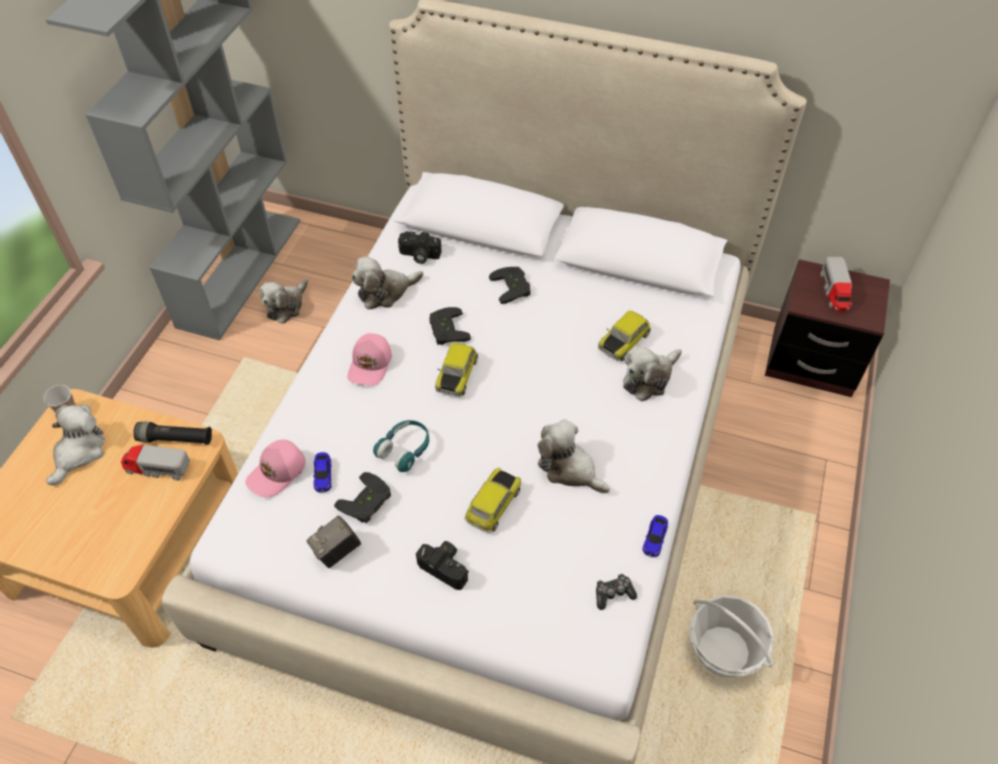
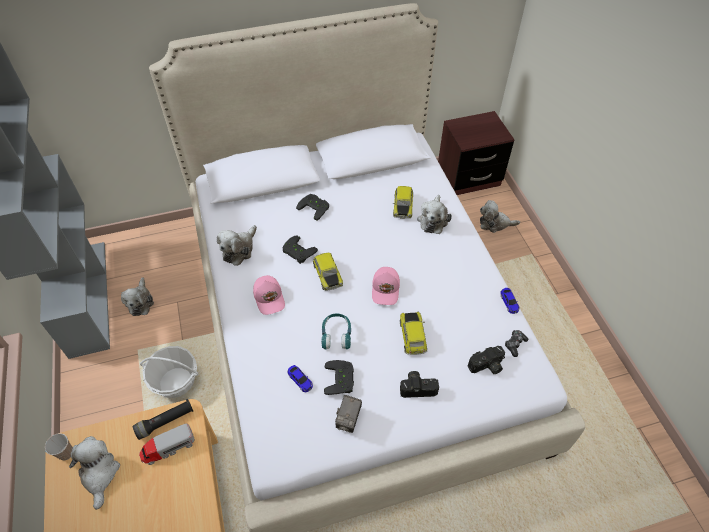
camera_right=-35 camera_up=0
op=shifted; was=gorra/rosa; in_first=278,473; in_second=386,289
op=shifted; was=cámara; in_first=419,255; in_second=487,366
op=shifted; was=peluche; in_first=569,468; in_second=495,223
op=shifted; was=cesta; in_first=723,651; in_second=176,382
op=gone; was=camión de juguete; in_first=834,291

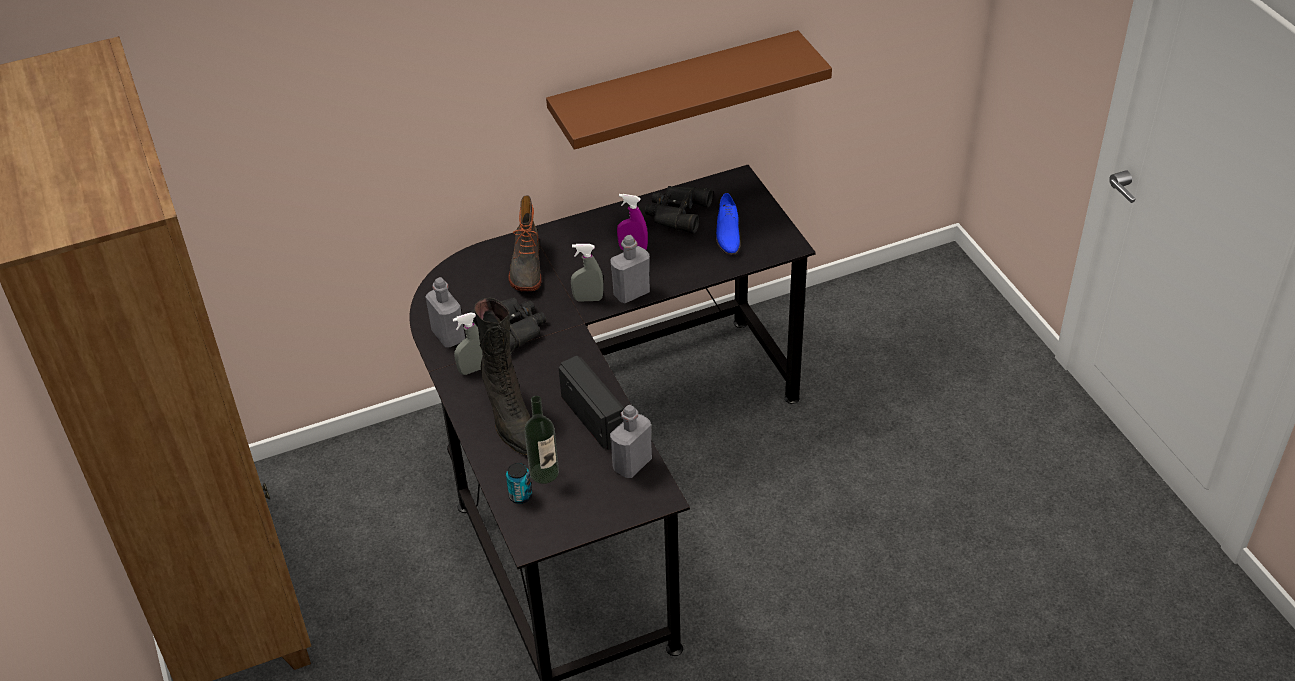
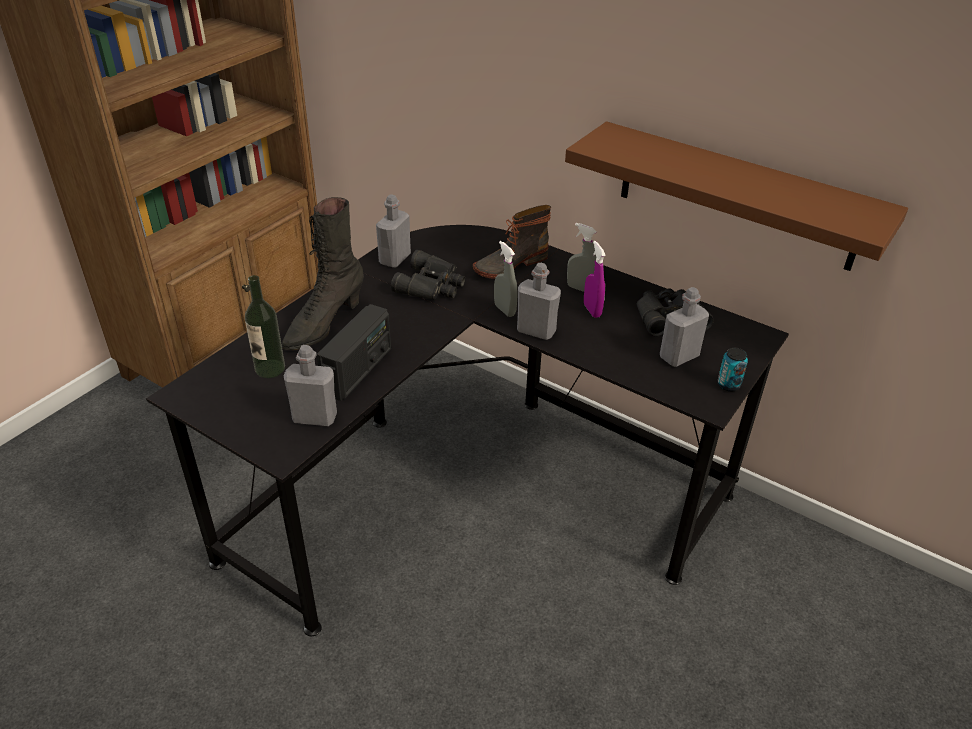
camera_right=55 camera_up=-5
op=shifted; was=pulverizador/gris; in_first=473,369; in_second=580,288
op=shifted; was=lata; in_first=520,496; in_second=728,385
op=swapped; was=zapato/azul; now=botella/gris; in_first=727,232; in_second=679,356

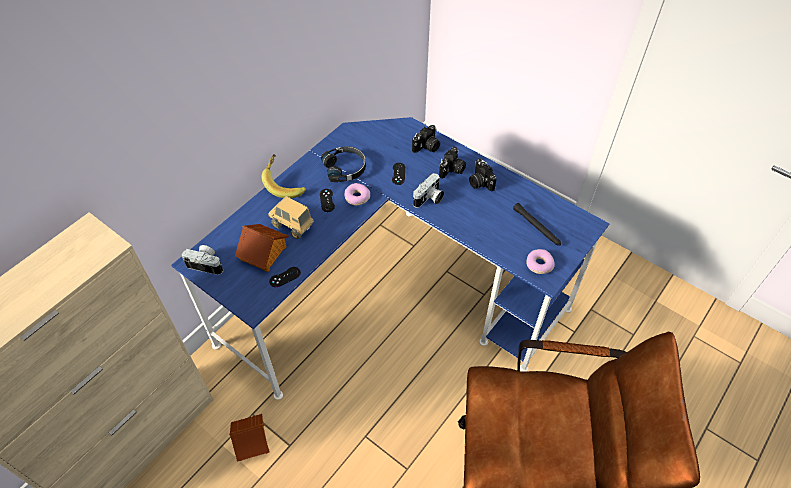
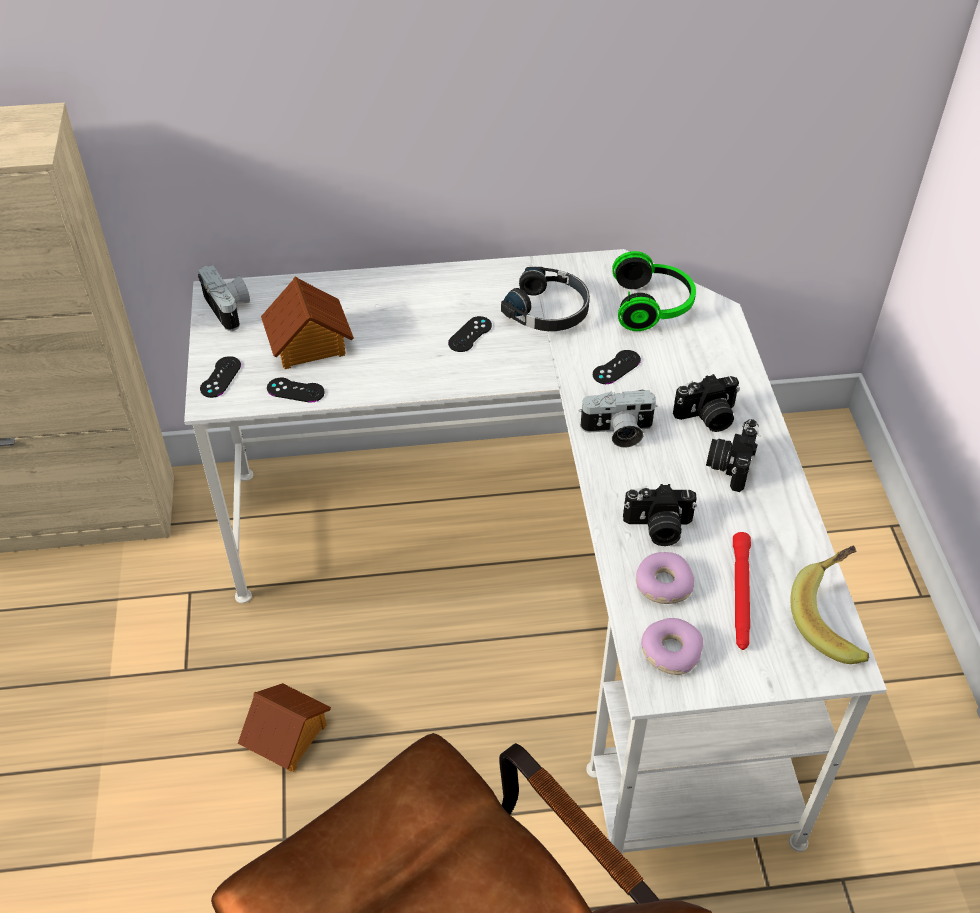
camera_right=45 camera_up=-5
op=repainted; was=escritorio/azul; now=escritorio/blanco; in_first=390,292; in_second=538,586
op=shifted; was=casita; in_first=252,441; in_second=287,736
op=shifted; was=plátano; in_first=285,184; in_second=835,618
op=gone; was=camión de juguete; in_first=292,226
op=shifted; was=rosquilla; in_first=357,197; in_second=663,584
op=shifted; was=cámara; in_first=427,147; in_second=658,528
op=repainted; was=linterna/negro; now=linterna/rojo; in_first=537,227; in_second=740,596
op=new; now=mando de consola/negro; in_second=220,377
op=new; now=auriculares; in_second=653,306

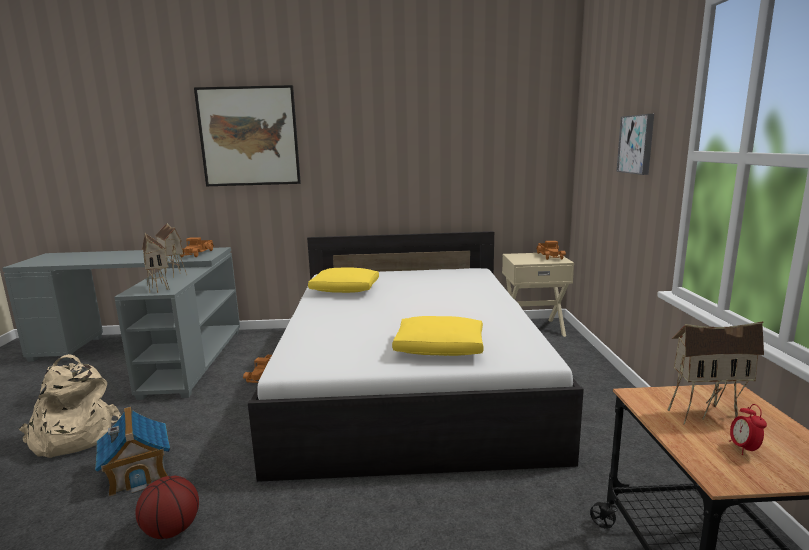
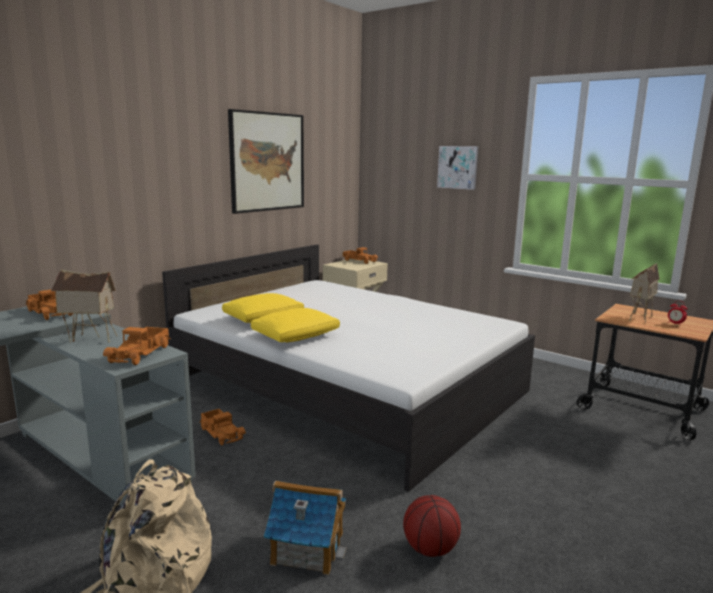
camera_right=-50 camera_up=0
op=swapped; was=casita; now=camión de juguete; in_first=159,288; in_second=141,353
op=shifted; was=cuadro; in_first=249,136; in_second=267,162
op=shifted; was=cojín/amarillo; in_first=440,348; in_second=296,335

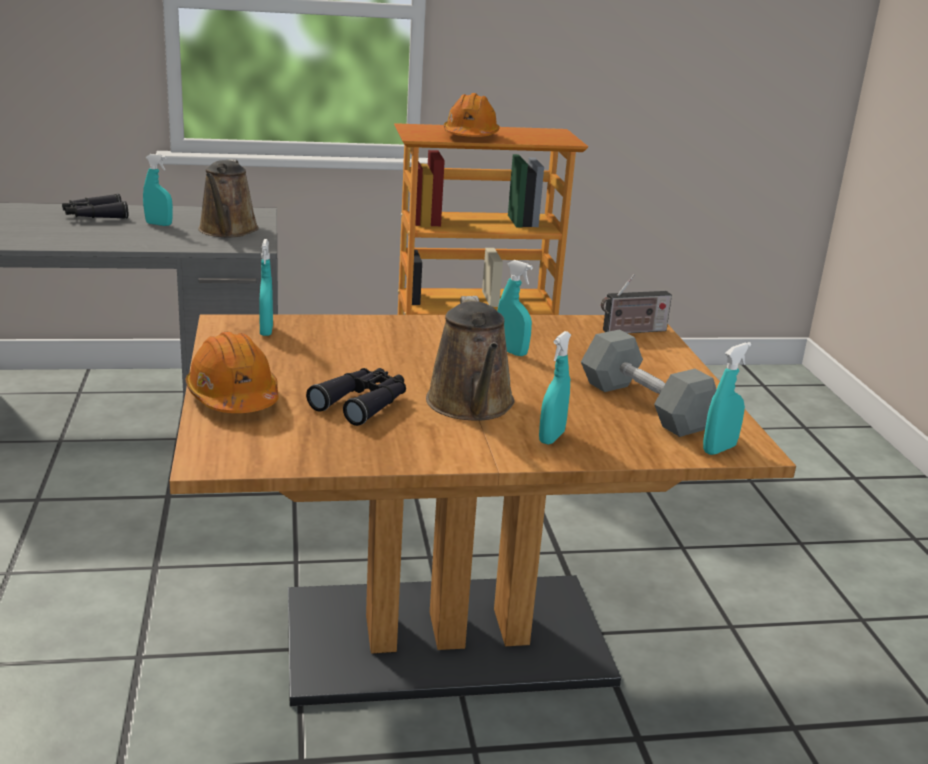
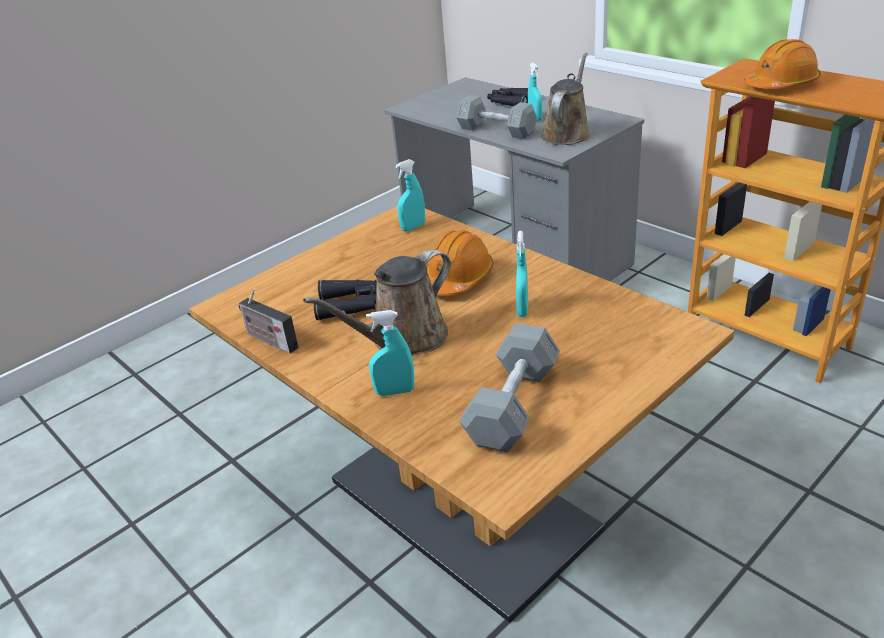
camera_right=60 camera_up=10
op=shifted; was=casco/naranja; in_first=233,397; in_second=457,279
op=rotated; was=regadera/marrón; in_first=227,231; in_second=567,134; clockwise=150
op=shifted; was=radio; in_first=631,331; in_second=269,340
op=gone; was=pulverizador/turquesa; in_first=719,449
op=new; now=mancuerna/gris; in_second=496,131

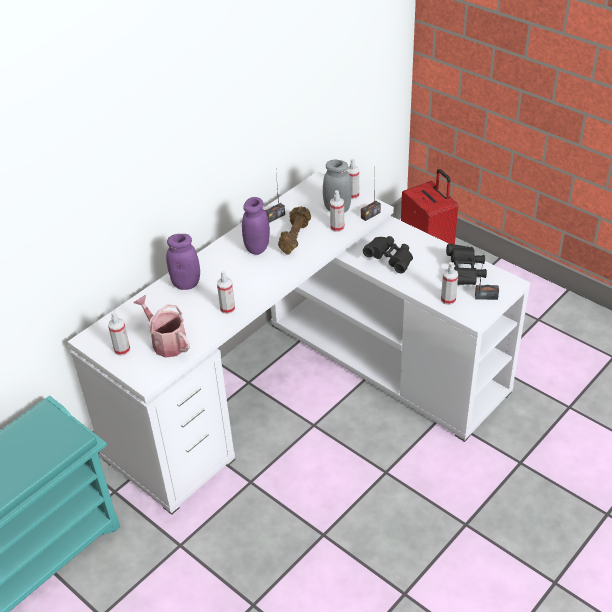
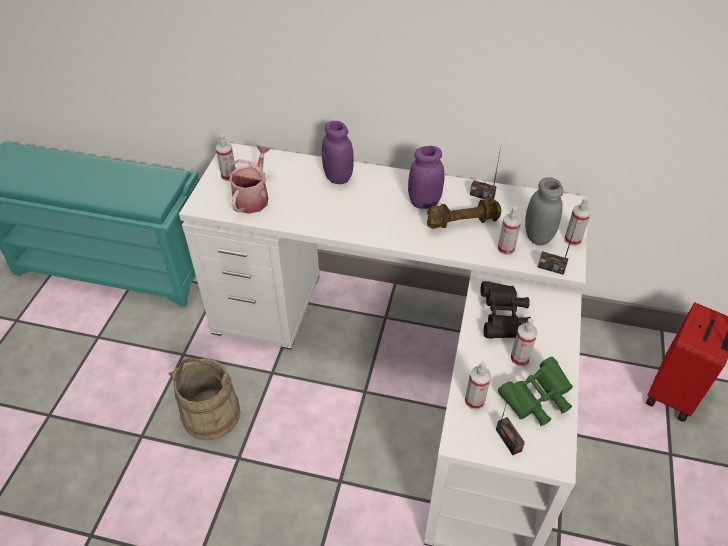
camera_right=60 camera_up=5
op=shifted; was=pulverizador; in_first=227,308; in_second=519,358
op=repainted; was=prismáticos/negro; now=prismáticos/verde; in_first=464,273; in_second=536,400
op=new; now=cubo/beis; in_second=211,414

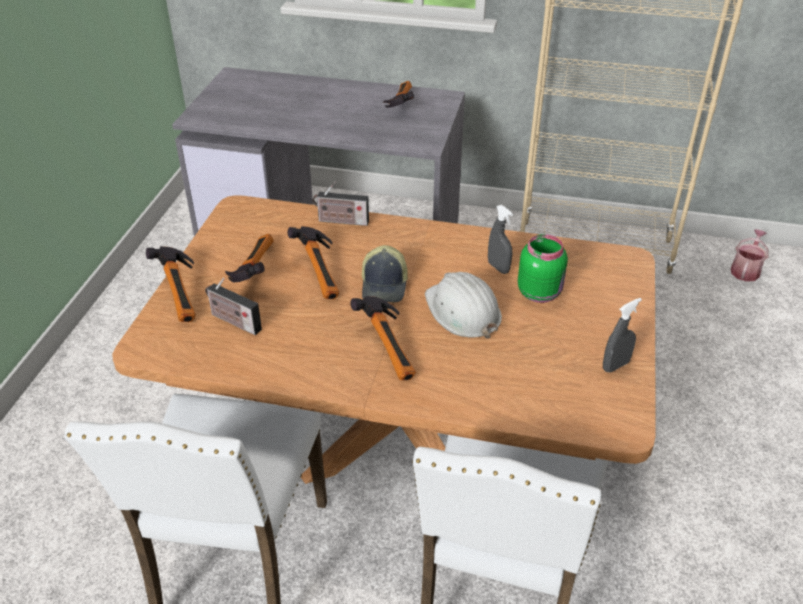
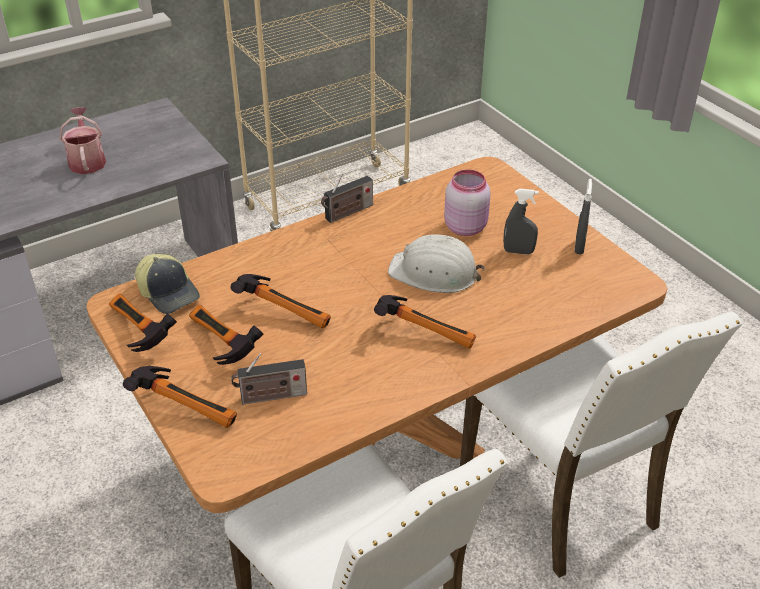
camera_right=-45 camera_up=0
op=shifted; was=radio; in_first=341,221; in_second=347,213
op=shifted; was=gorra; in_first=385,285; in_second=169,293
op=shifted; was=martillo; in_first=398,104; in_second=135,334
op=shifted; was=pulverizador/gris; in_first=498,267; in_second=518,251
op=repainted; was=tarro/verde; now=tarro/rosa; in_first=540,292; in_second=465,226
op=shifted; was=regadera; in_first=746,270; in_second=87,161

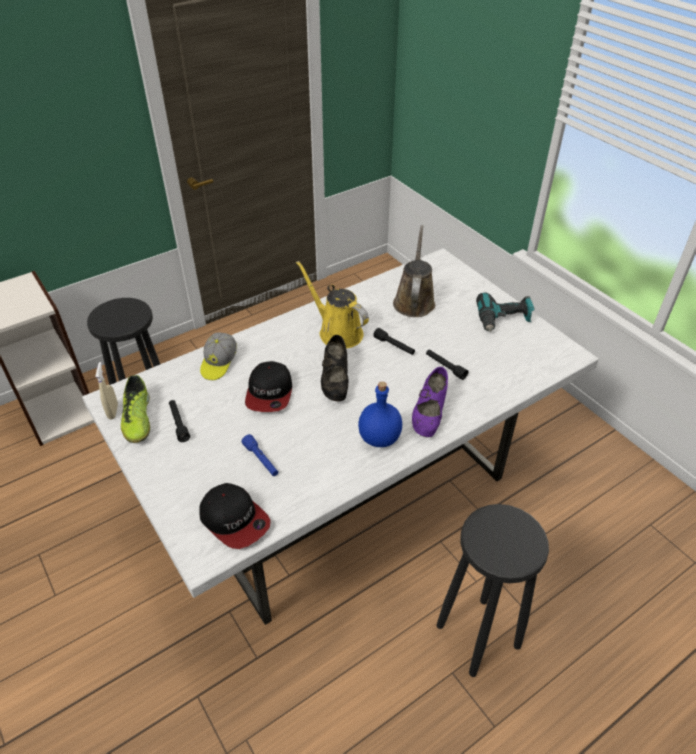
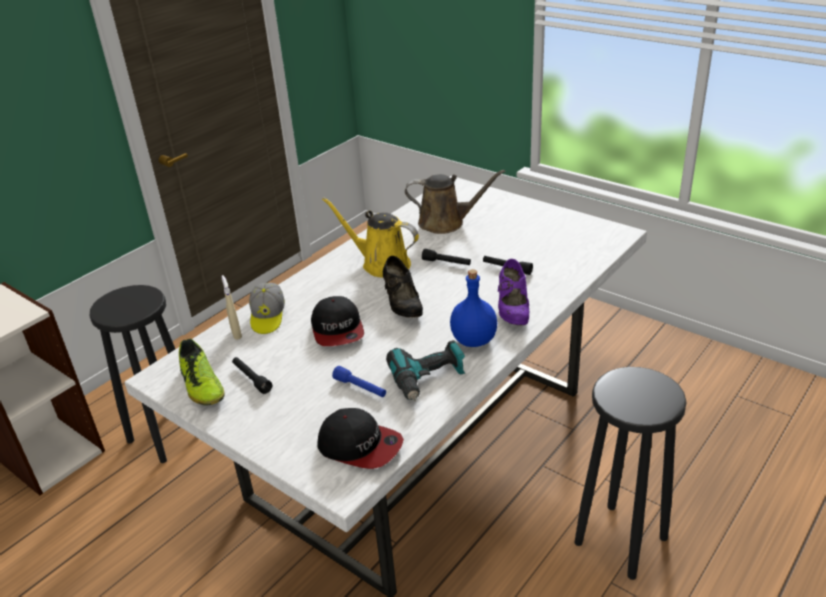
camera_right=-15 camera_up=-10
op=shifted; was=pulverizador/beis; in_first=113,412; in_second=236,333
op=rotated; was=regadera/marrón; in_first=414,301; in_second=446,223; clockwise=105
op=shifted; was=taladro; in_first=503,320; in_second=429,379

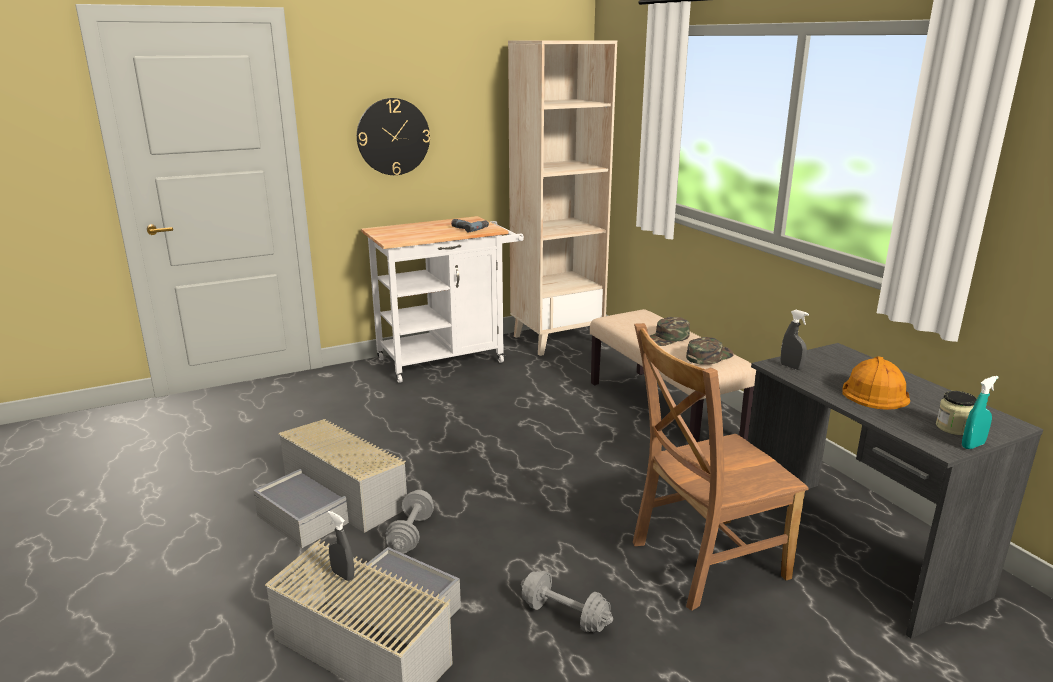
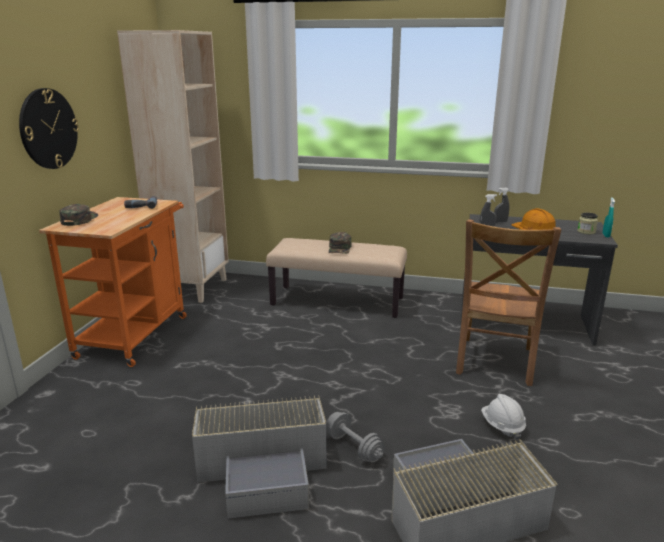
camera_right=-50 camera_up=0
op=shifted; was=pulverizador/gris; in_first=343,575; in_second=500,222
op=repainted; was=carrito/blanco; now=carrito/naranja; in_first=448,358; in_second=136,333
op=swapped; was=mancuerna/gris; now=casco/blanco; in_first=565,616; in_second=502,426
op=shifted; was=gorra/verde; in_first=708,356; in_second=79,219

